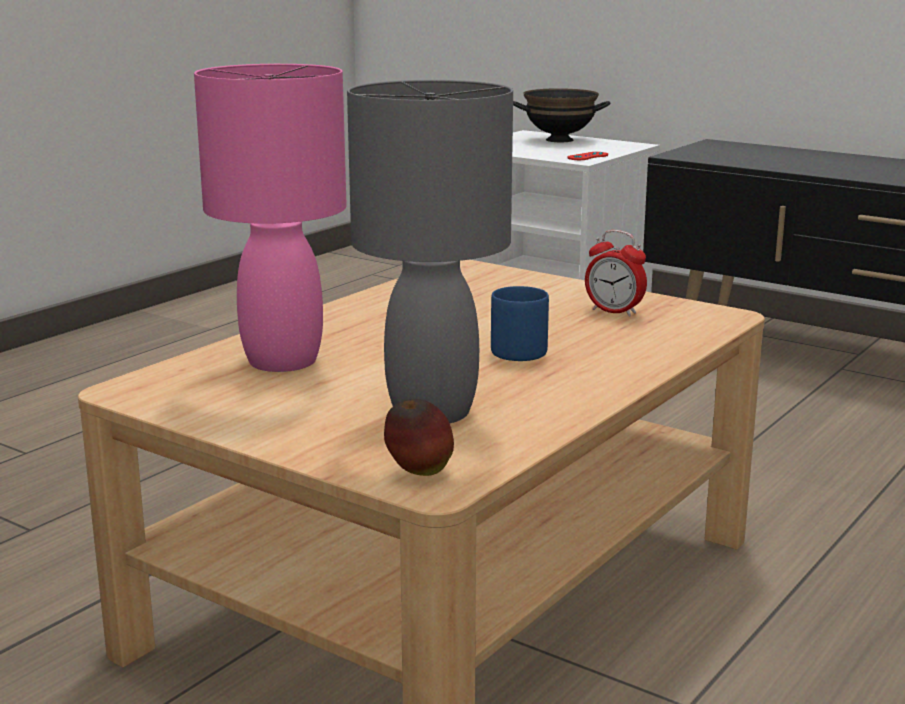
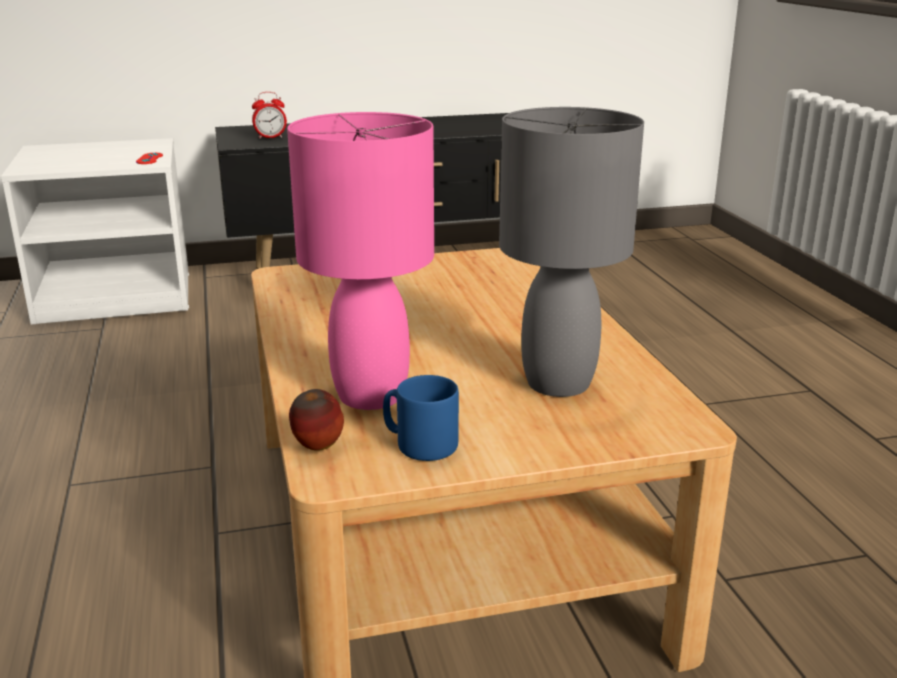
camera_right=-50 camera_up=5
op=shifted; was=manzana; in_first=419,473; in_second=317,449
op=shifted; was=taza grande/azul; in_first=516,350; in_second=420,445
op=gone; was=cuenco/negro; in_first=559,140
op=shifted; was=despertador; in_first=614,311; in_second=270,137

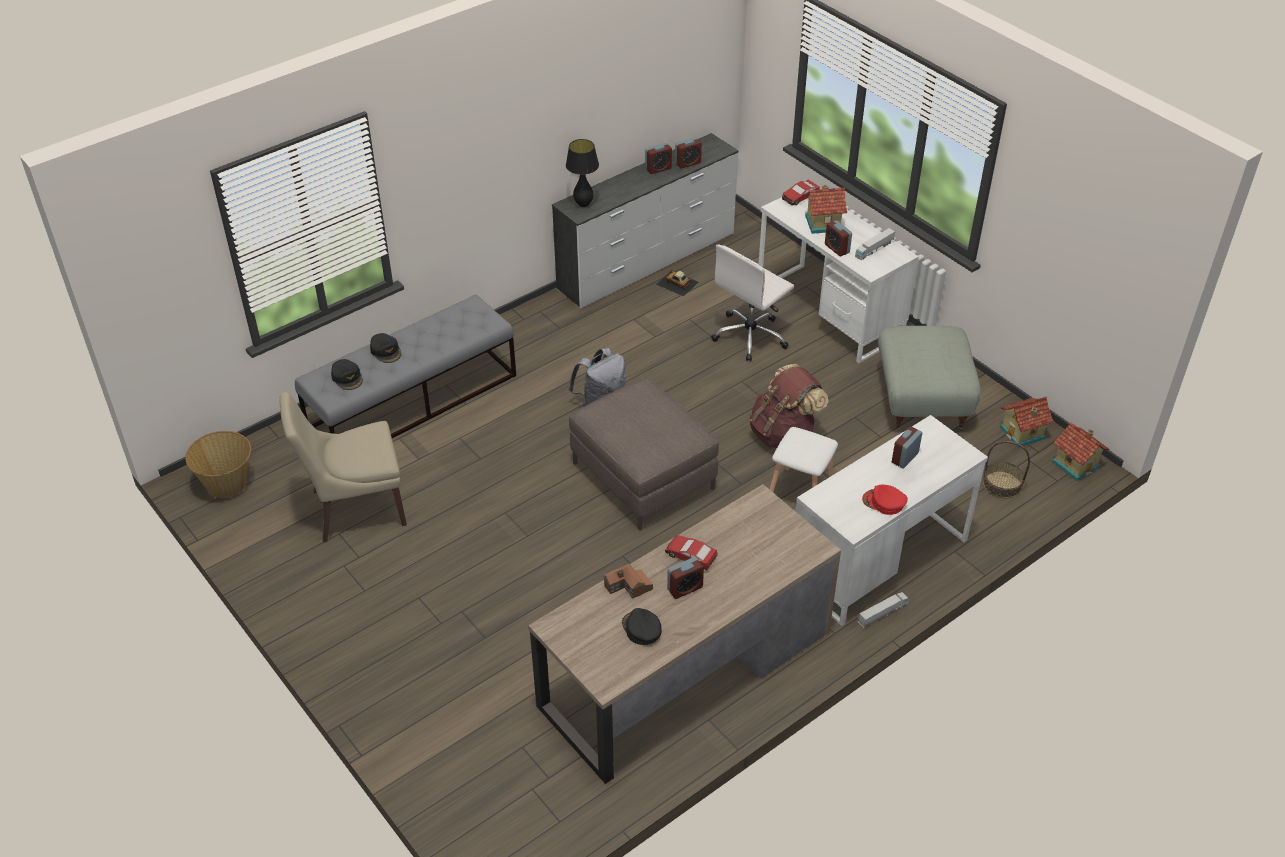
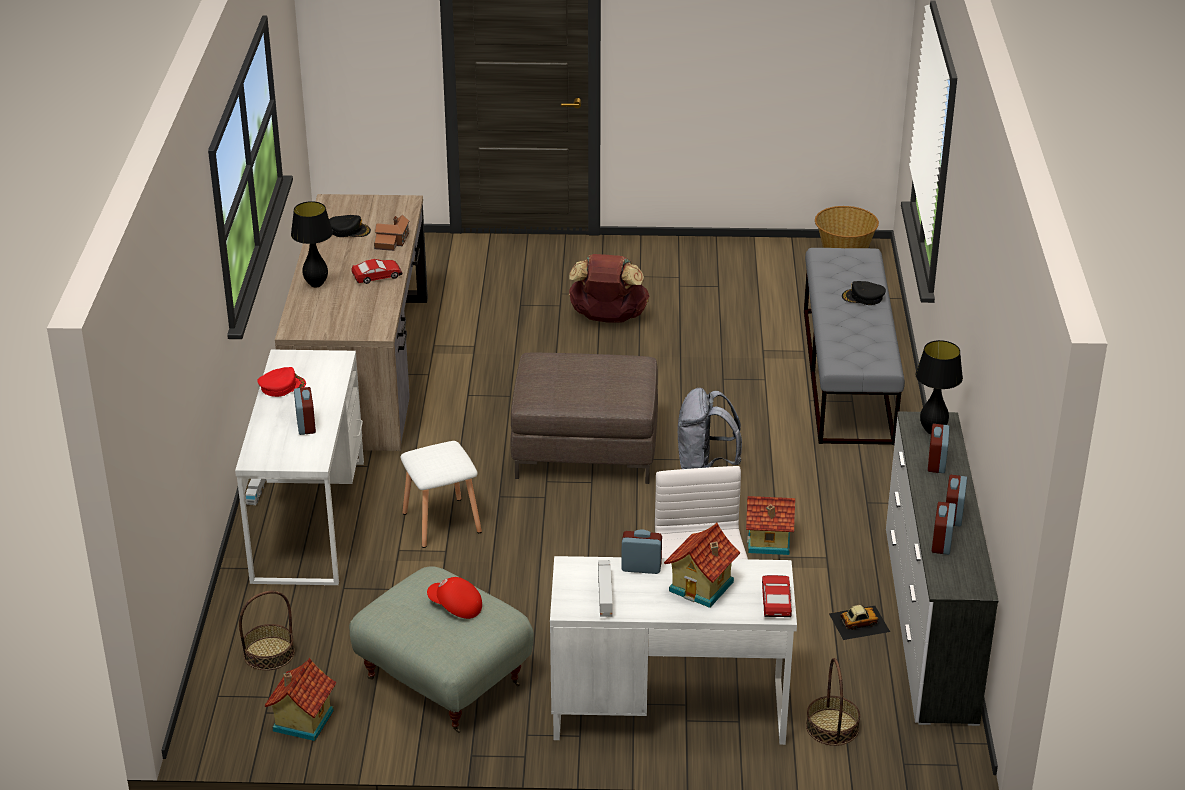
camera_right=130 camera_up=-10
op=gone; was=silla/beis; in_first=355,508
op=gone; was=gorra/negro; in_first=347,377
op=shifted; was=despertador; in_first=685,588; in_second=936,463
op=shifted; was=mochila/marrón; in_first=784,434; in_second=608,318
op=shifted; was=casita; in_first=1076,464; in_second=769,542
op=new; now=lámpara de mesa/negro; in_second=316,284
op=new; now=gorra/rojo; in_second=455,607
op=new; now=cesta; in_second=832,727

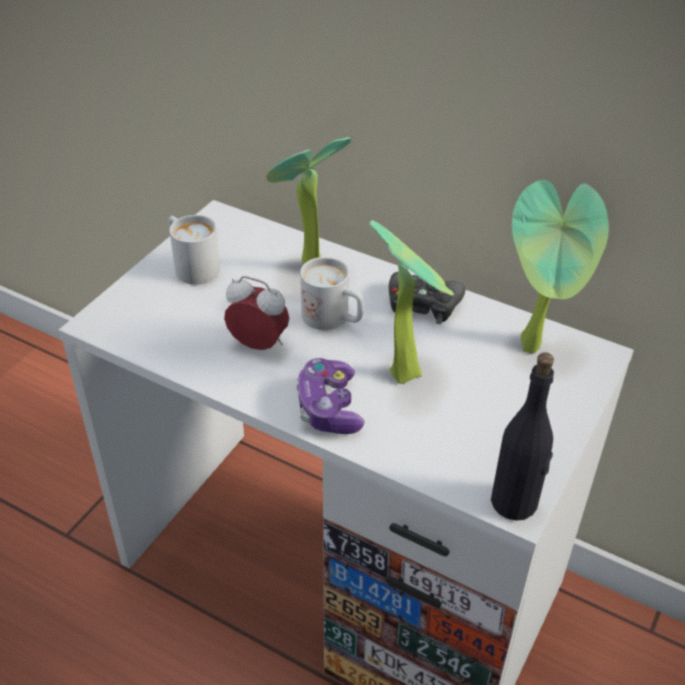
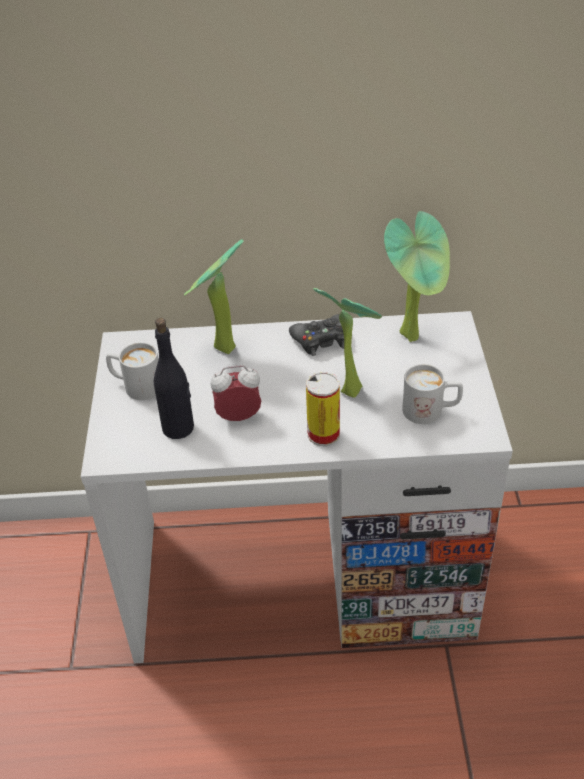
camera_right=-30 camera_up=0
op=swapped; was=mando de consola; now=lata; in_first=329,408; in_second=323,434
op=shifted; was=taza grande/blanco; in_first=333,319; in_second=431,411
op=shifted; was=botella/negro; in_first=514,502; in_second=178,428

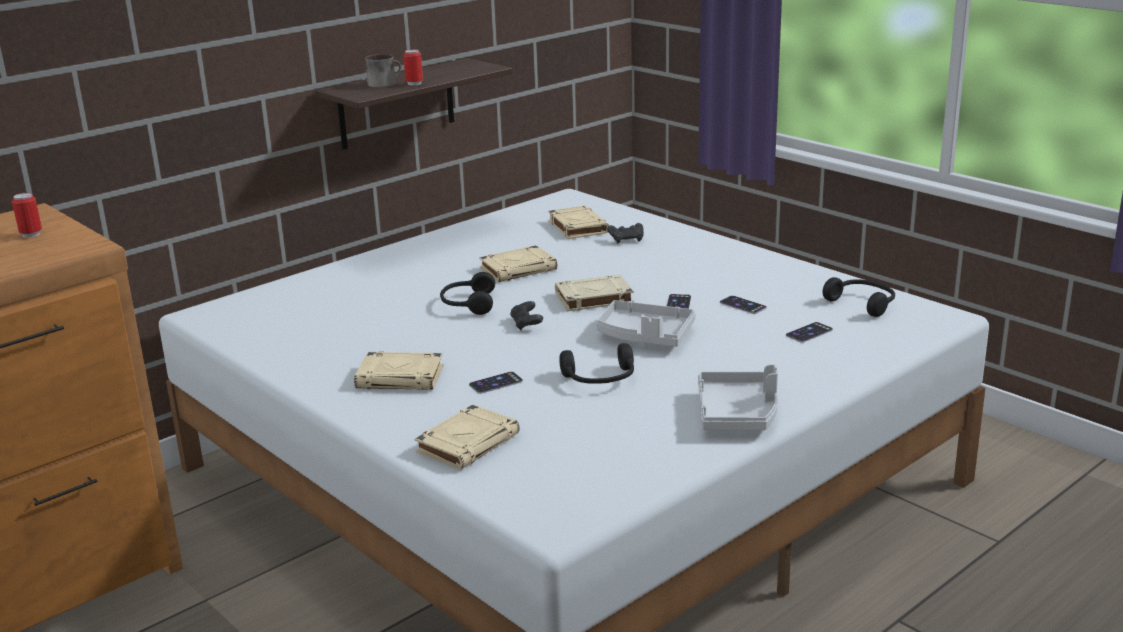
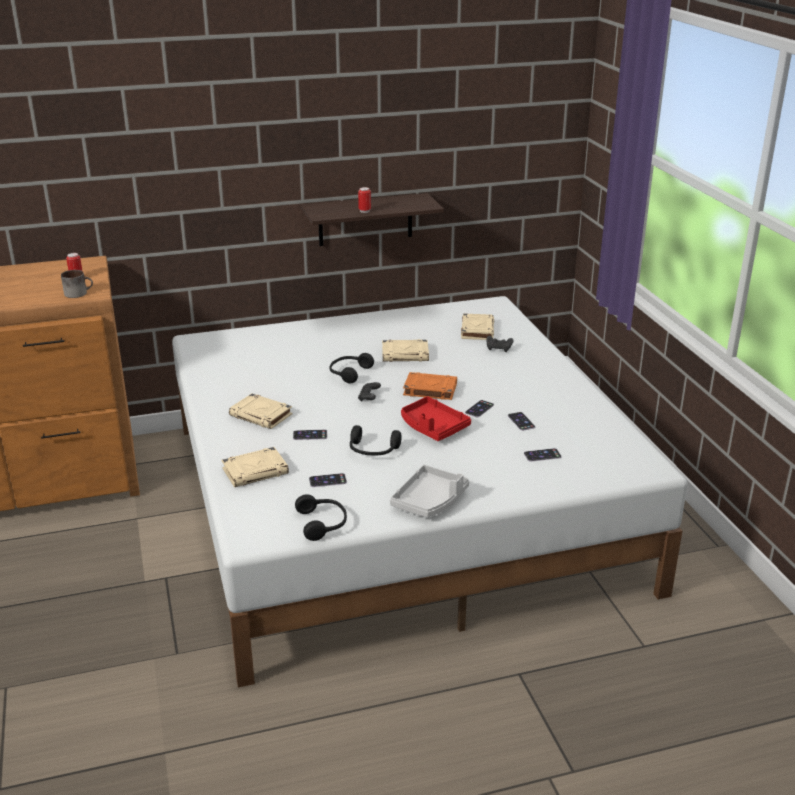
camera_right=25 camera_up=5
op=shifted; was=taza grande; in_first=384,83; in_second=79,293
op=repainted; was=libro/beis; now=libro/naranja; in_first=593,298; in_second=429,389
op=repainted; was=bandeja/gris; now=bandeja/rojo; in_first=645,336; in_second=432,427
op=shifted; was=auriculares/negro; in_first=863,303; in_second=323,523
op=new; now=móvil; in_second=327,480

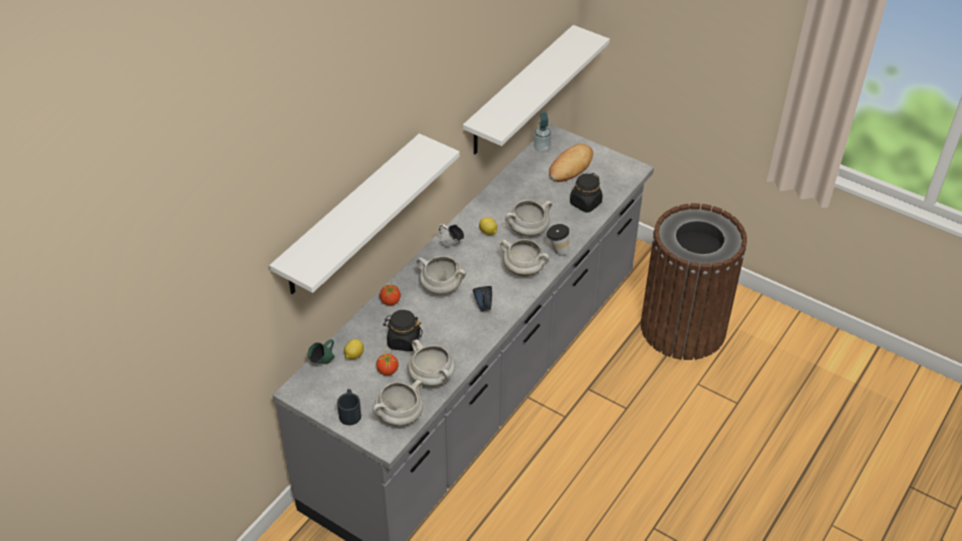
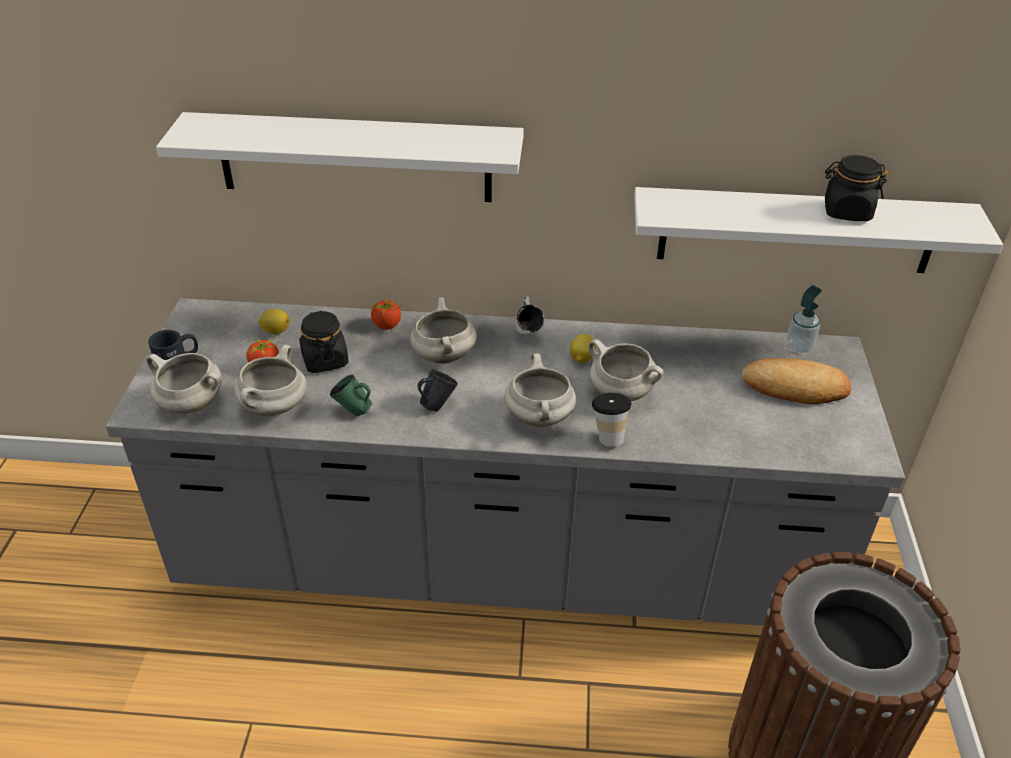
camera_right=60 camera_up=-5
op=shifted; was=taza grande/verde; in_first=323,363; in_second=353,411
op=shifted; was=tarro/negro; in_first=585,203; in_second=846,211

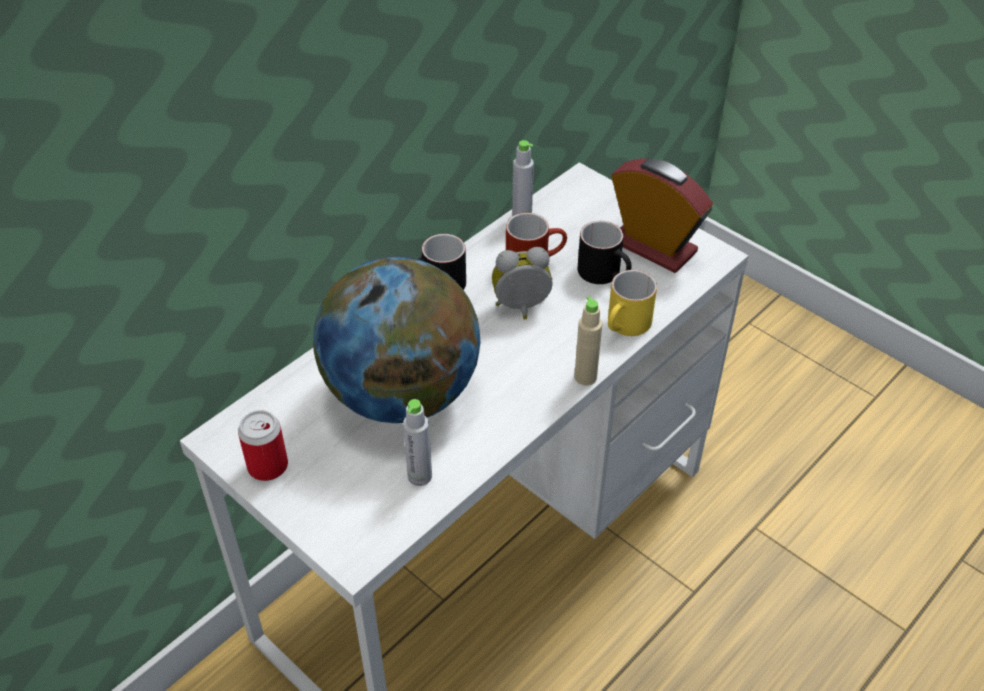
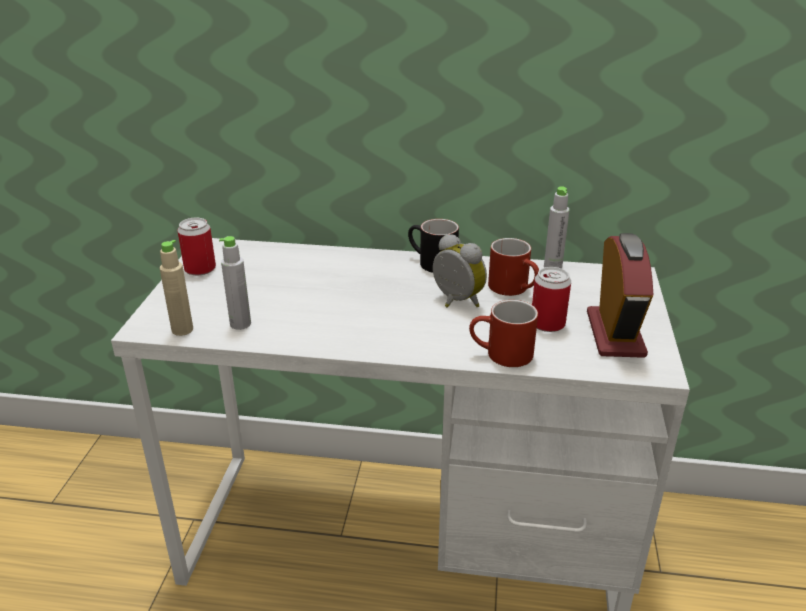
camera_right=55 camera_up=-15
op=gone; was=globo terráqueo; in_first=401,394
op=shifted; was=botella/beis; in_first=585,377; in_second=182,330
op=swapped; was=taza grande/negro; now=lata; in_first=606,274; in_second=547,324
op=repainted; was=taza grande/amarillo; now=taza grande/rojo; in_first=626,327; in_second=501,355

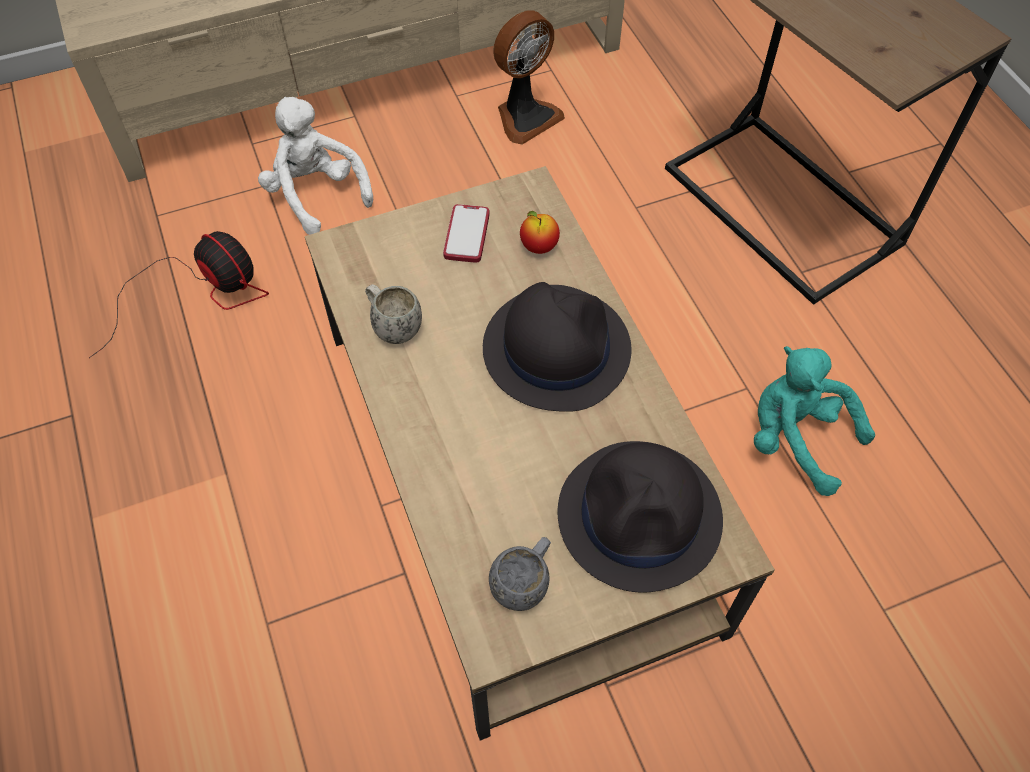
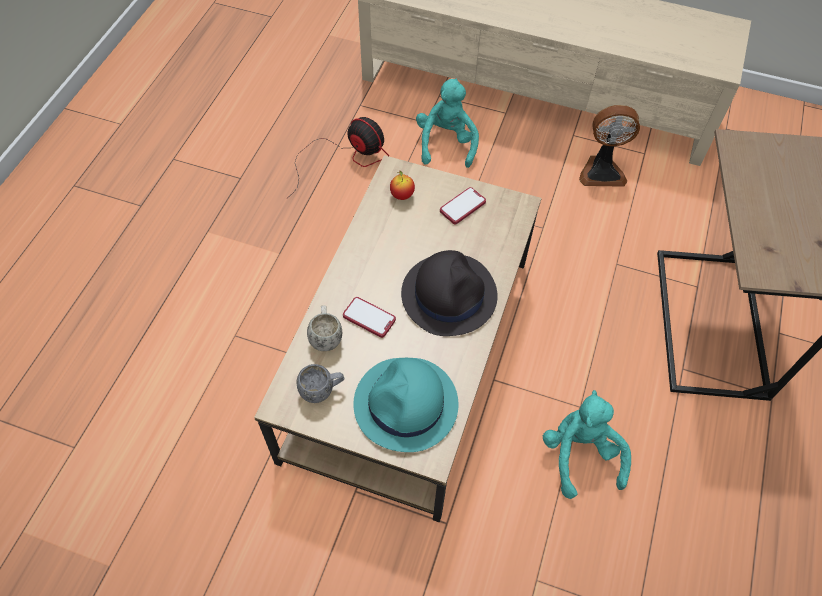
camera_right=40 camera_up=0
op=rotated; was=ventilador; in_first=201,292; in_second=346,157; clockwise=-45
op=repainted; was=peluche/blanco; now=peluche/turquesa; in_first=316,194; in_second=446,143
op=shifted; was=taza grande/blanco; in_first=392,326; in_second=325,336
op=shifted; was=manzana; in_first=539,246; in_second=402,195
op=repainted; was=sombrero/negro; now=sombrero/turquesa; in_first=640,517; in_second=406,405
op=new; now=móvil; in_second=369,318

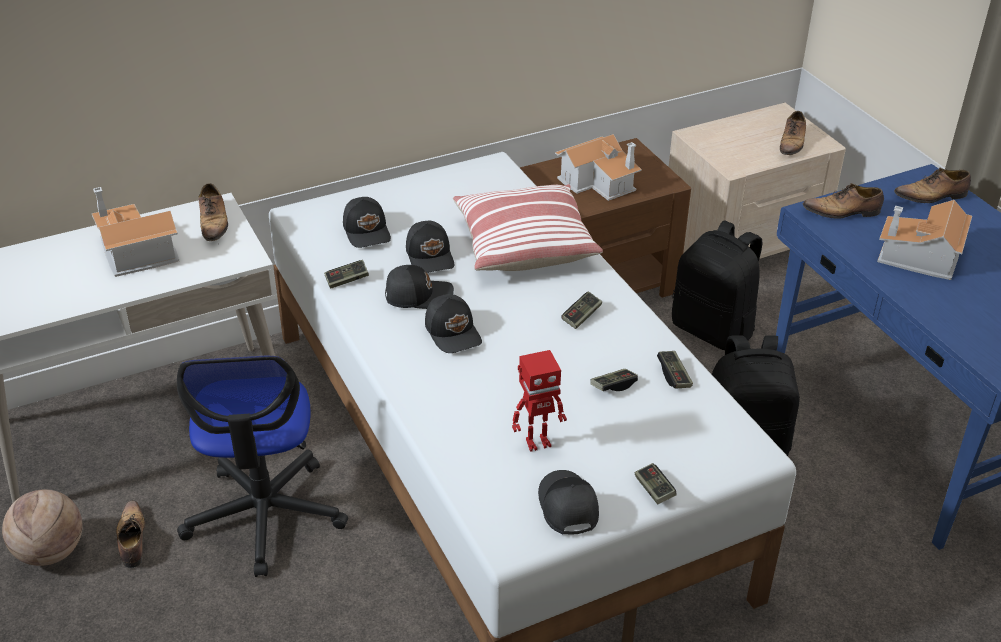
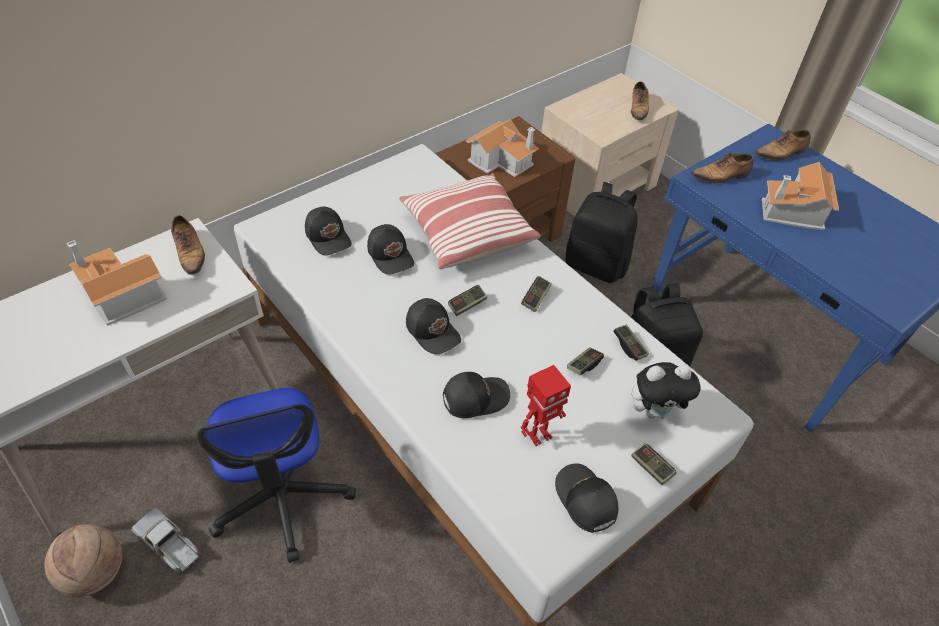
camera_right=-15 camera_up=10
op=swapped; was=zapato; now=camión de juguete; in_first=132,539; in_second=169,545
op=shifted; was=mando de consola; in_first=347,280; in_second=467,305
op=shifted; was=gorra/negro; in_first=418,295; in_second=474,397
op=new; now=peluche; in_second=655,410

